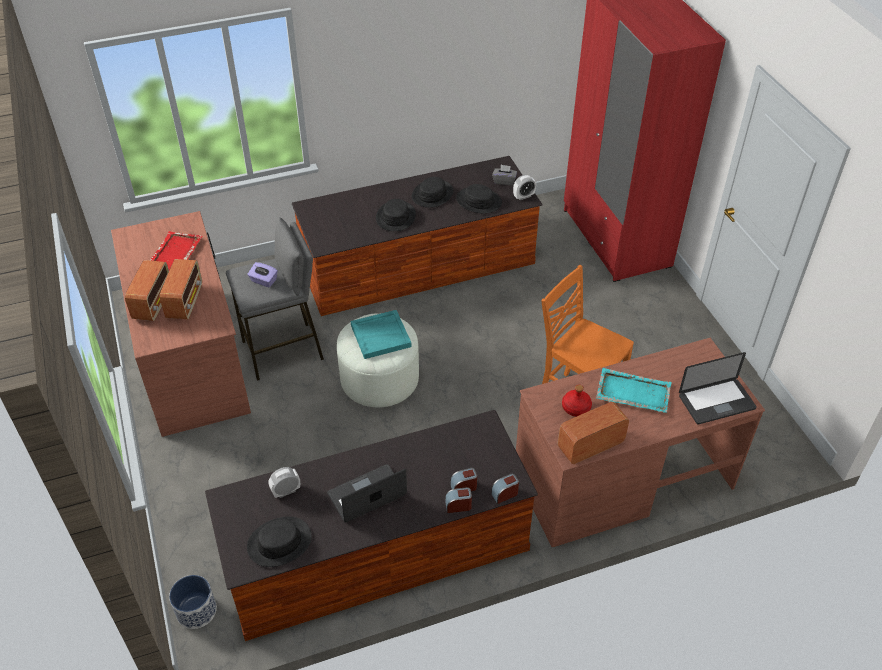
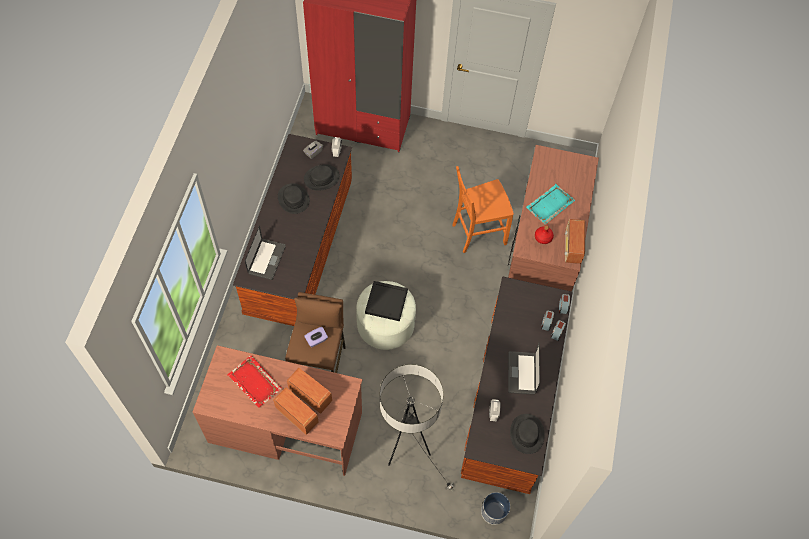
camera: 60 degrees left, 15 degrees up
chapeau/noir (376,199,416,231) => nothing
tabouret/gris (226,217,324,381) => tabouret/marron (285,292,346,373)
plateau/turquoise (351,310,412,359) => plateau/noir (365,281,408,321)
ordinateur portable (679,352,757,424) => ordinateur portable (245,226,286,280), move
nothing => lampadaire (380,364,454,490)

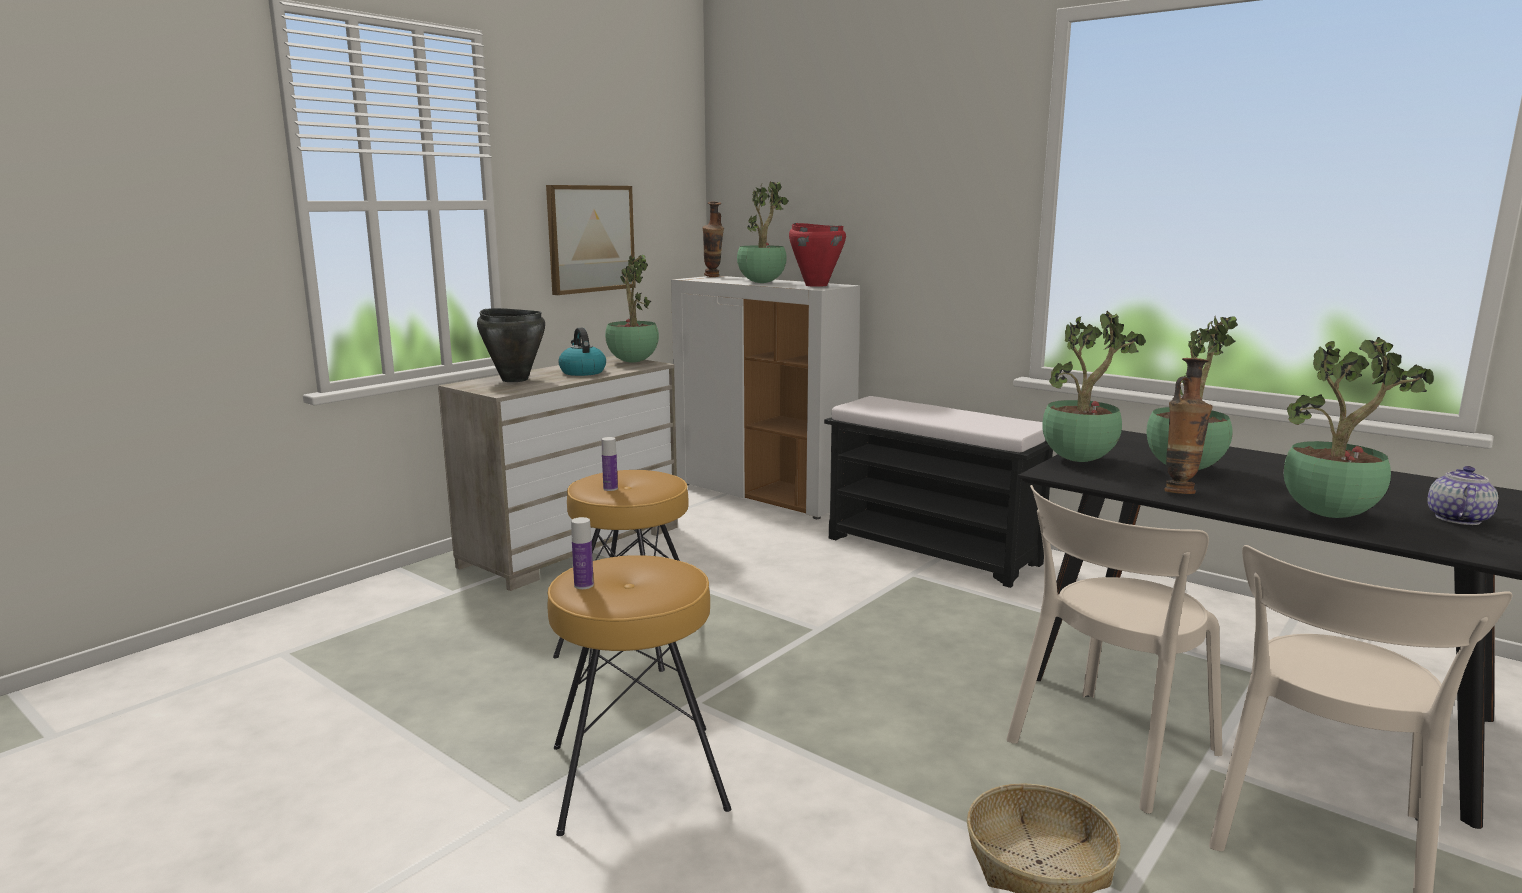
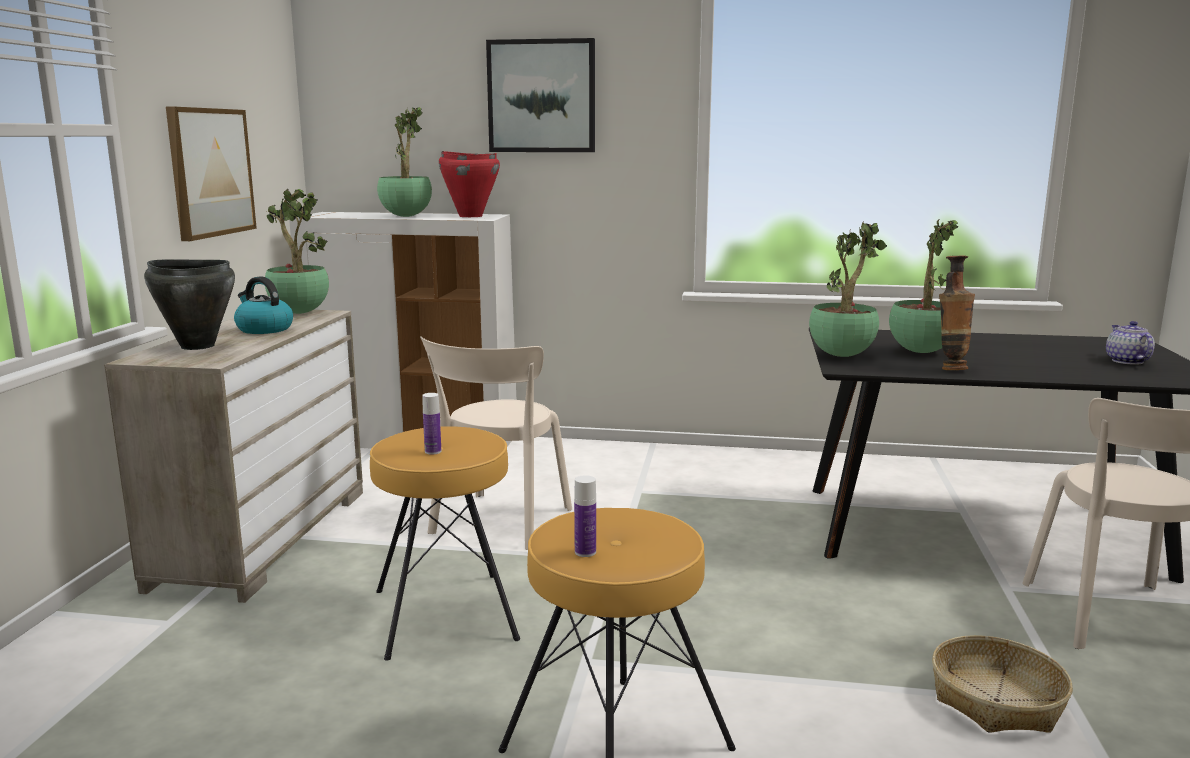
camera: 30 degrees left, 0 degrees up
vase (702,202,724,277) => nothing
plante en pot (1284,337,1434,518) => nothing
banc/noir (824,396,1053,588) => nothing
chaise/beige (1006,485,1222,814) => chaise/beige (420,336,572,550), move
nothing => tableau (486,38,595,152)

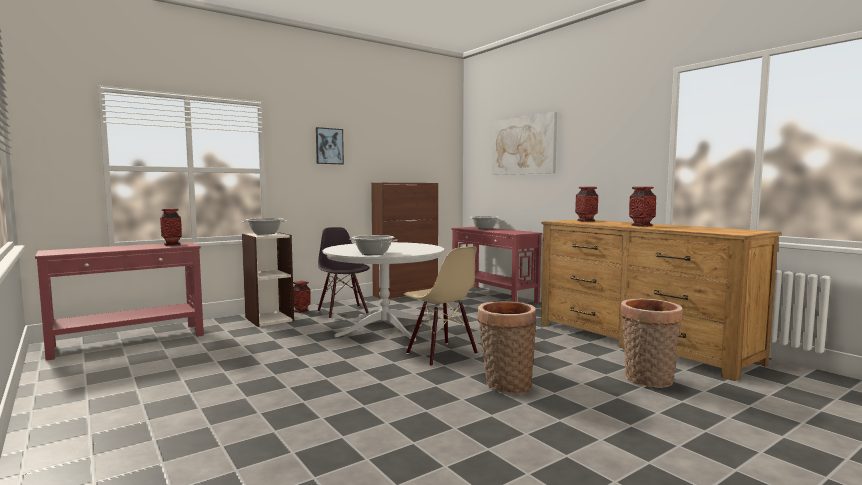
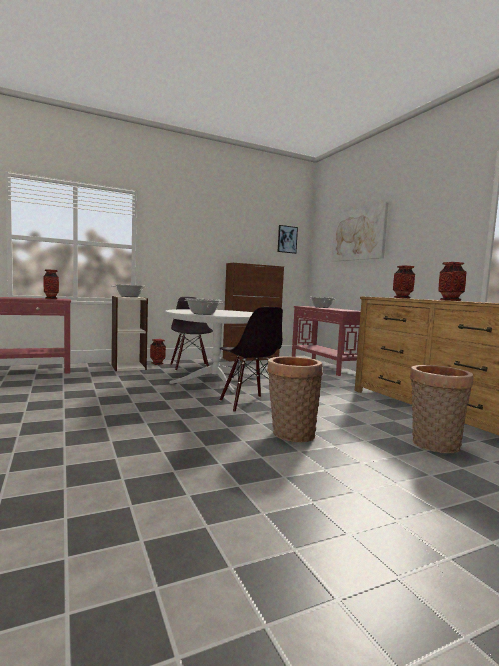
camera: 10 degrees right, 0 degrees up
tableau (316,127,344,164) => tableau (278,225,298,254), move
chaise/beige (404,246,478,366) => chaise/noir (220,307,283,413)

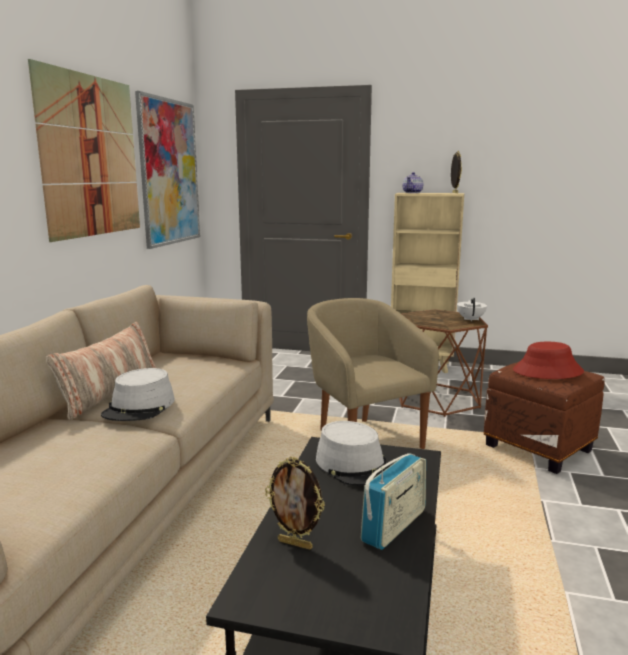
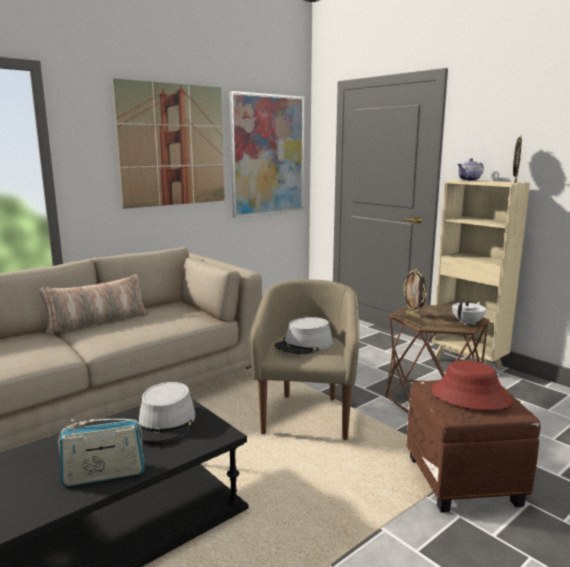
camera: 35 degrees right, 0 degrees up
chapeau/gris (101,368,175,421) => chapeau/gris (275,317,333,355), move
cadre photo (265,457,325,550) => cadre photo (403,269,427,318), move

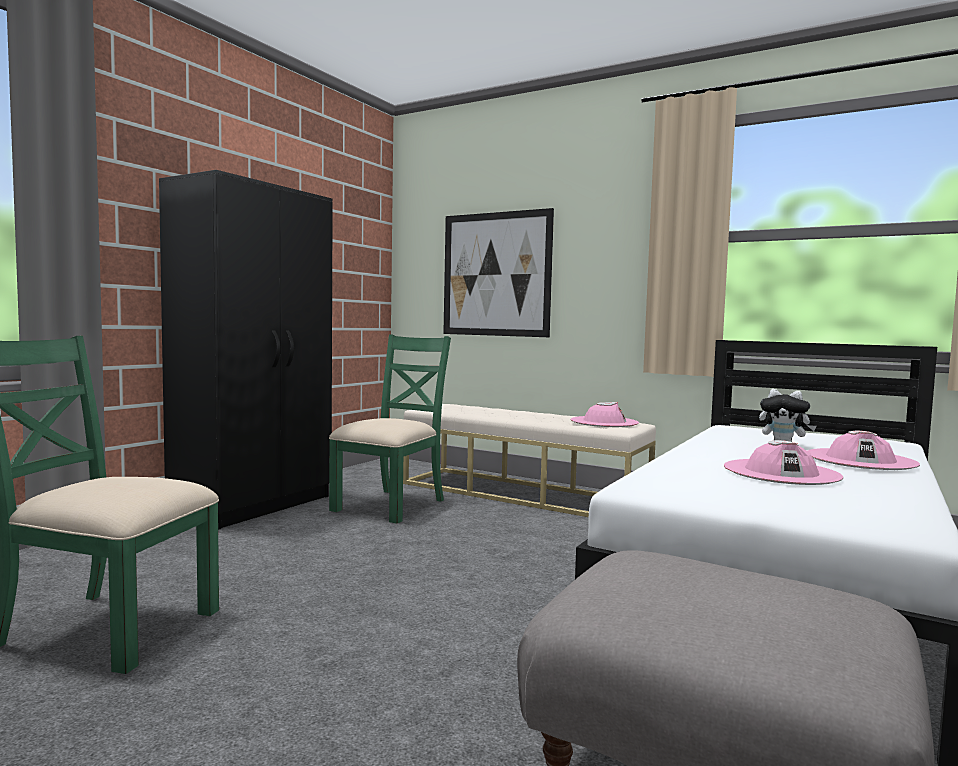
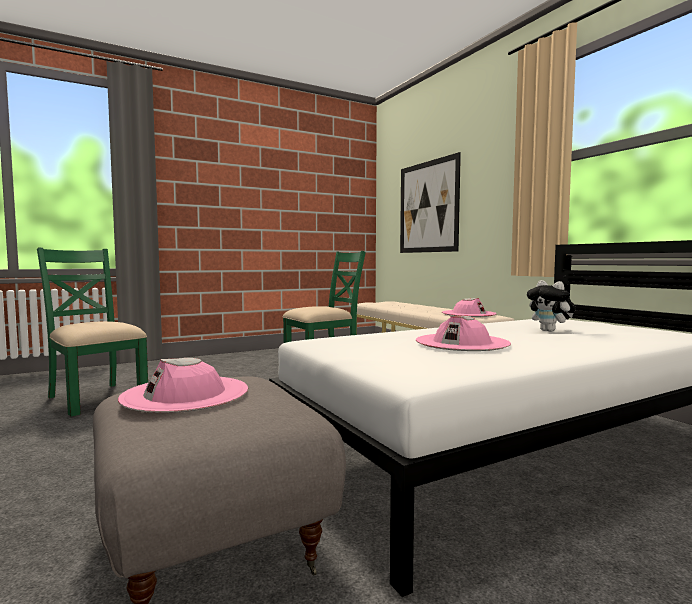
camera: 30 degrees right, 0 degrees up
armoire/noir (159,170,333,530) => nothing
chapeau/rose (807,431,920,470) => chapeau/rose (118,358,248,413), move

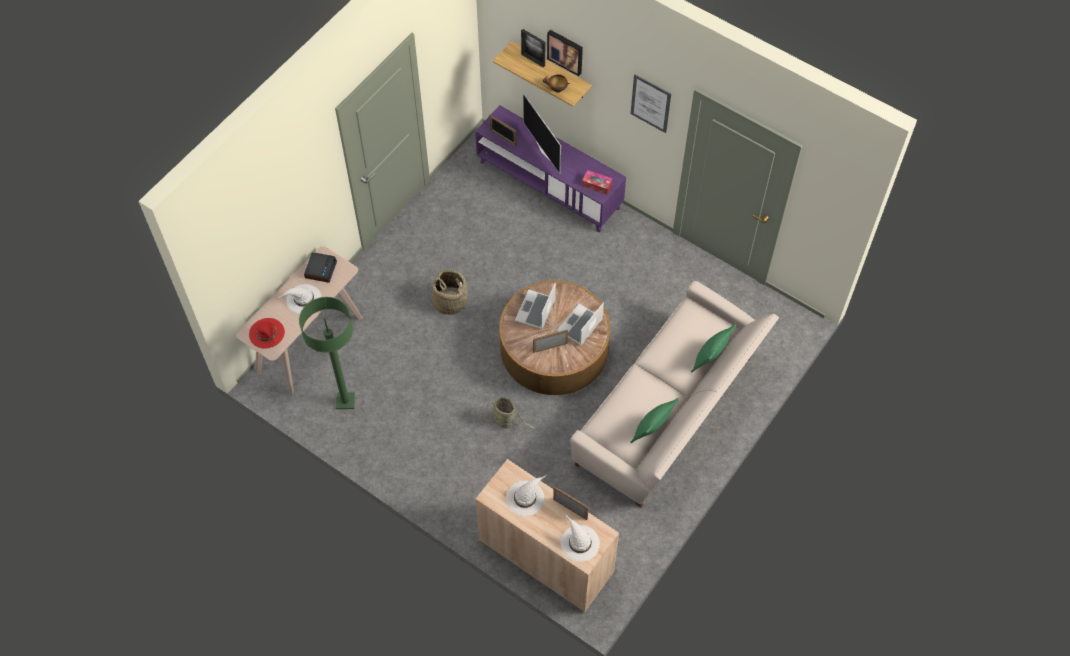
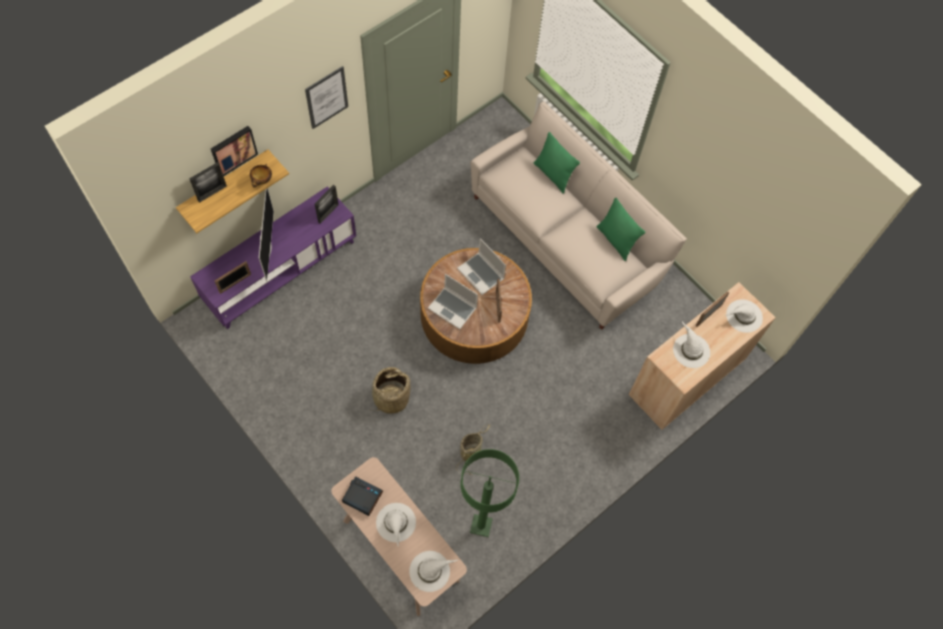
camera: 80 degrees left, 5 degrees up
téléviseur (523,93,561,174) => téléviseur (259,188,274,282), 75 degrees counterclockwise
boîte à mouchoirs (582,170,613,195) => cadre photo (315,185,339,224)
chapeau/rouge (249,318,285,348) => chapeau/blanc (409,551,458,592)
panier (481,397,536,429) => panier (456,424,490,475), move

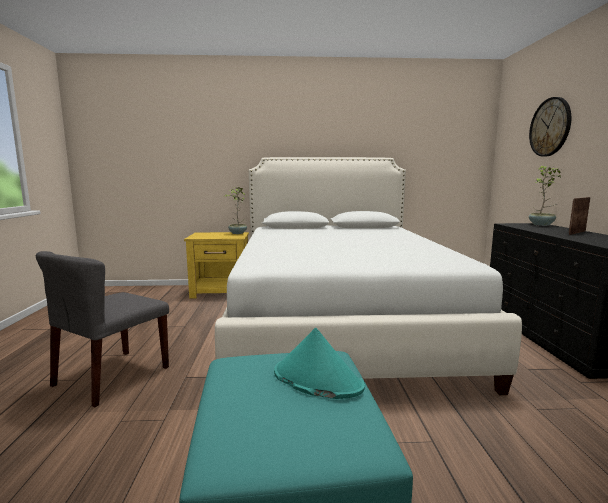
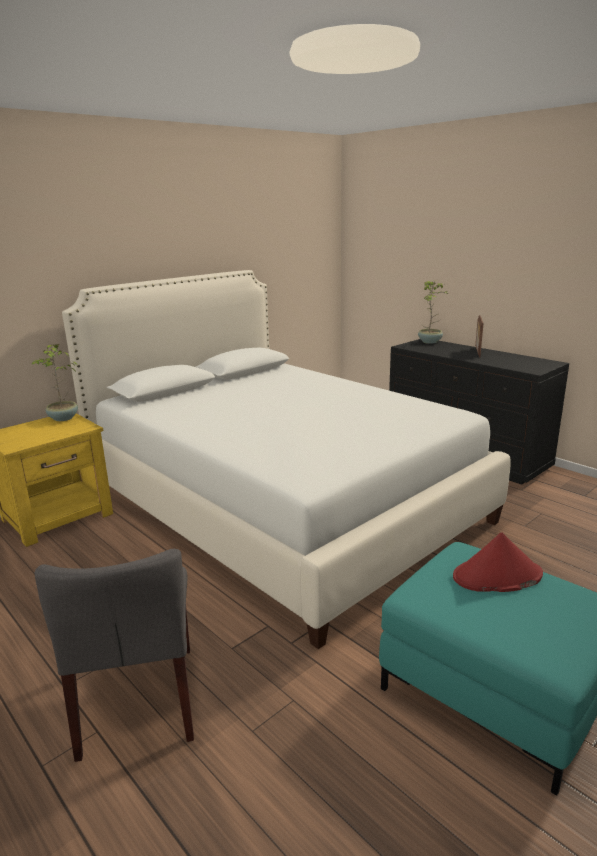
camera: 40 degrees left, 10 degrees up
horloge murale (529,97,571,156) => nothing
chapeau/turquoise (274,328,365,399) => chapeau/rouge (453,533,543,592)

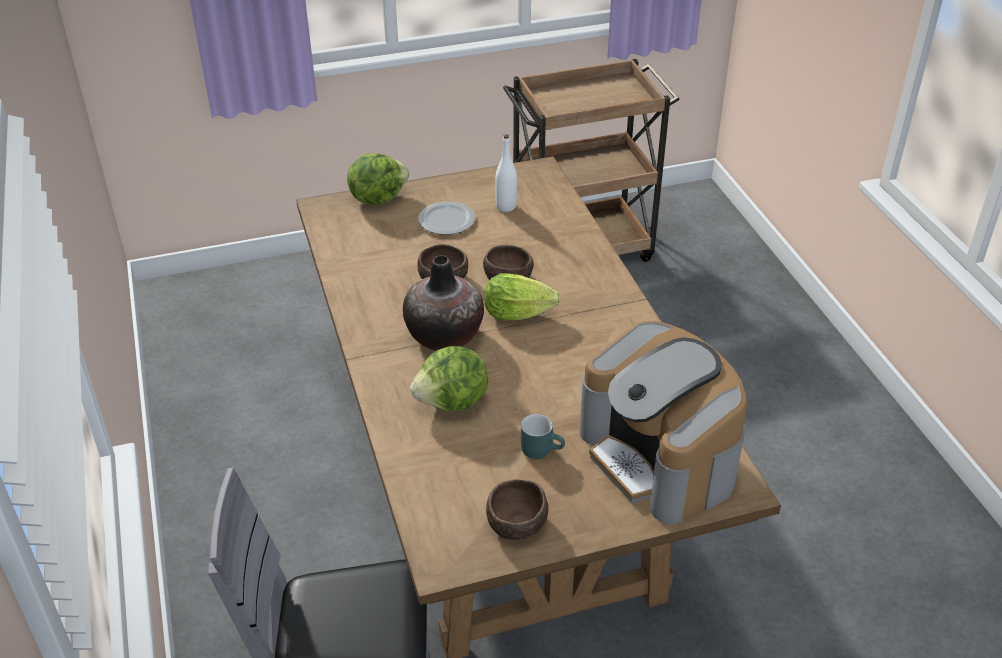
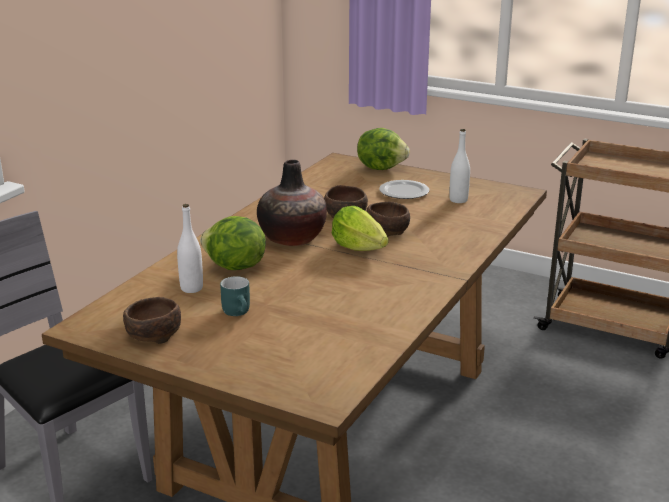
camera: 45 degrees right, 15 degrees down
machine à café (580,321,748,524) => nothing
nothing => bouteille/blanc (177,204,203,293)

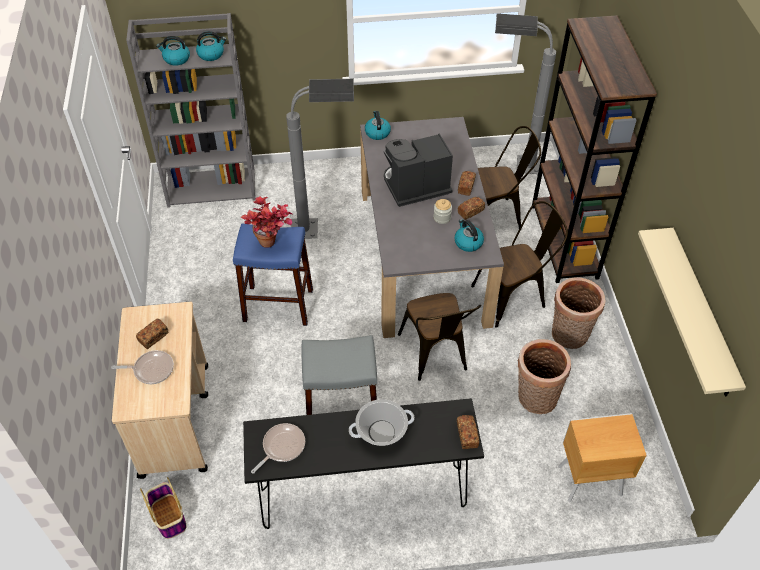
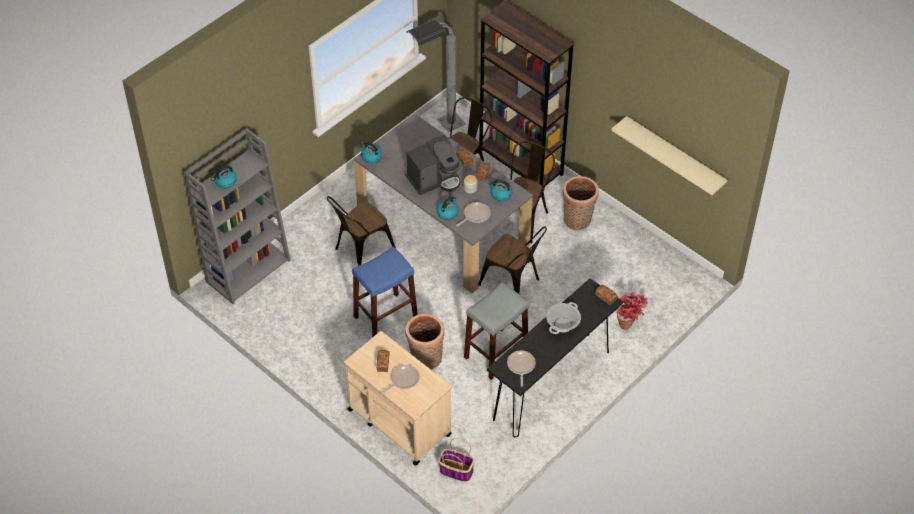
camera: 40 degrees left, 0 degrees up
bouilloire (196,31,226,61) => bouilloire (437,196,459,220), move
lampadaire/gris (286,79,354,239) => chaise/marron (327,196,396,266)
machine à café (384,133,453,207) => machine à café (405,134,460,195), 150 degrees counterclockwise
plante en pot (241,196,292,248) => plante en pot (617,293,648,330), move
panier (517,339,571,414) => panier (406,314,444,370), move
table de chevet/marron (558,413,647,502) => nothing
nothing => poêle (456,202,490,226)

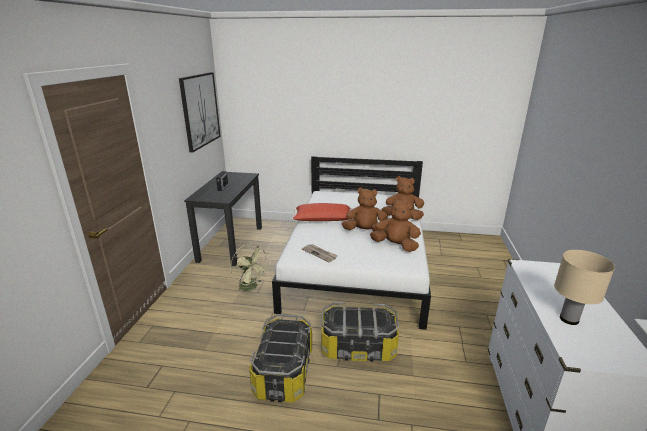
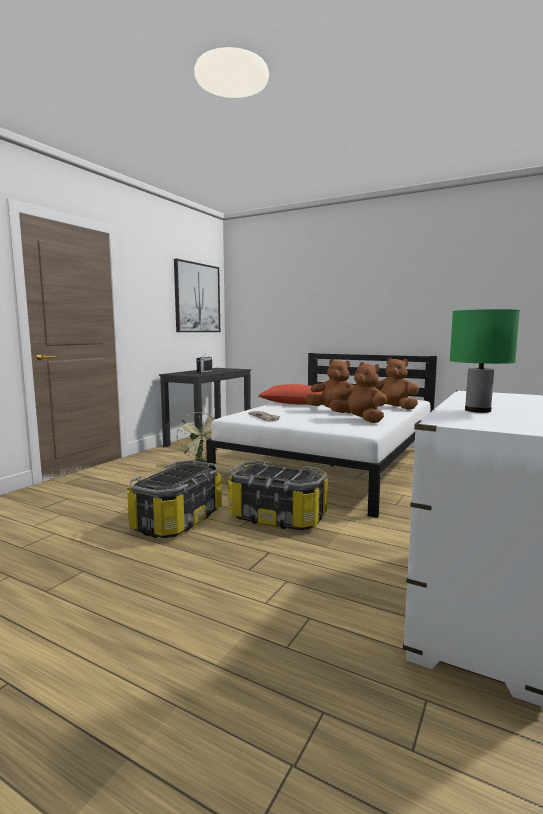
camera: 20 degrees right, 15 degrees down
lampe de table/beige (554,250,615,325) => lampe de table/vert (449,309,520,413)

